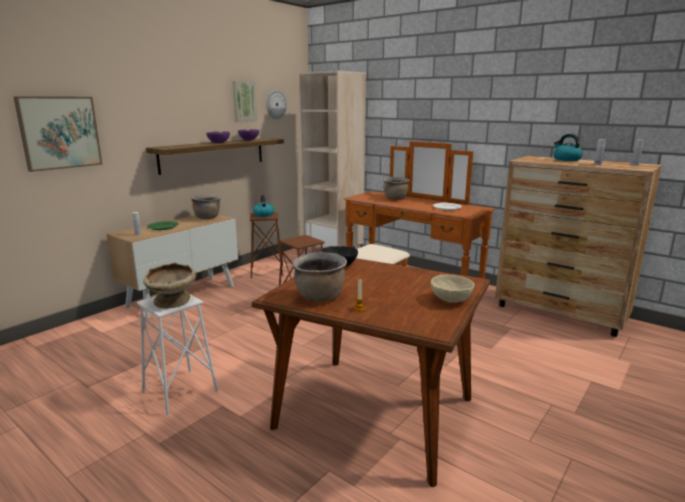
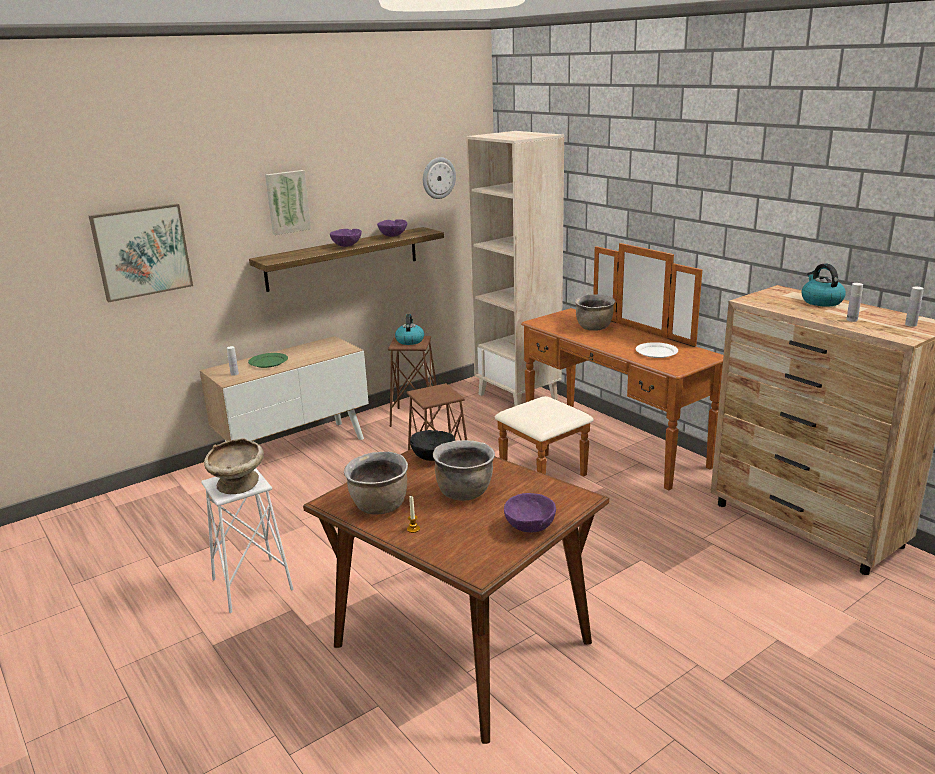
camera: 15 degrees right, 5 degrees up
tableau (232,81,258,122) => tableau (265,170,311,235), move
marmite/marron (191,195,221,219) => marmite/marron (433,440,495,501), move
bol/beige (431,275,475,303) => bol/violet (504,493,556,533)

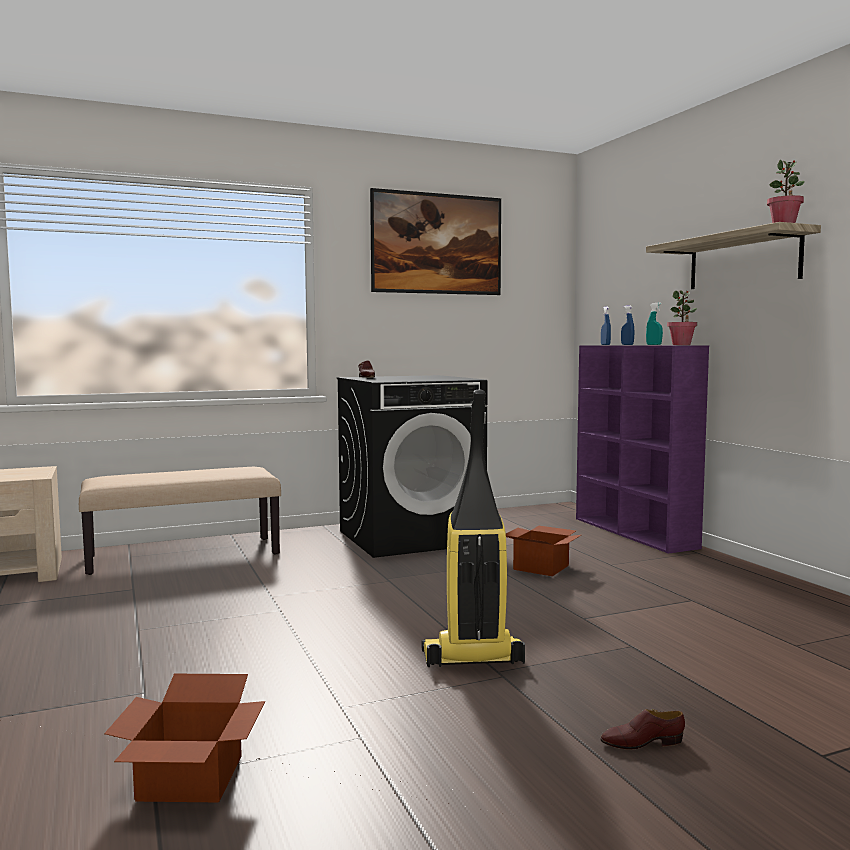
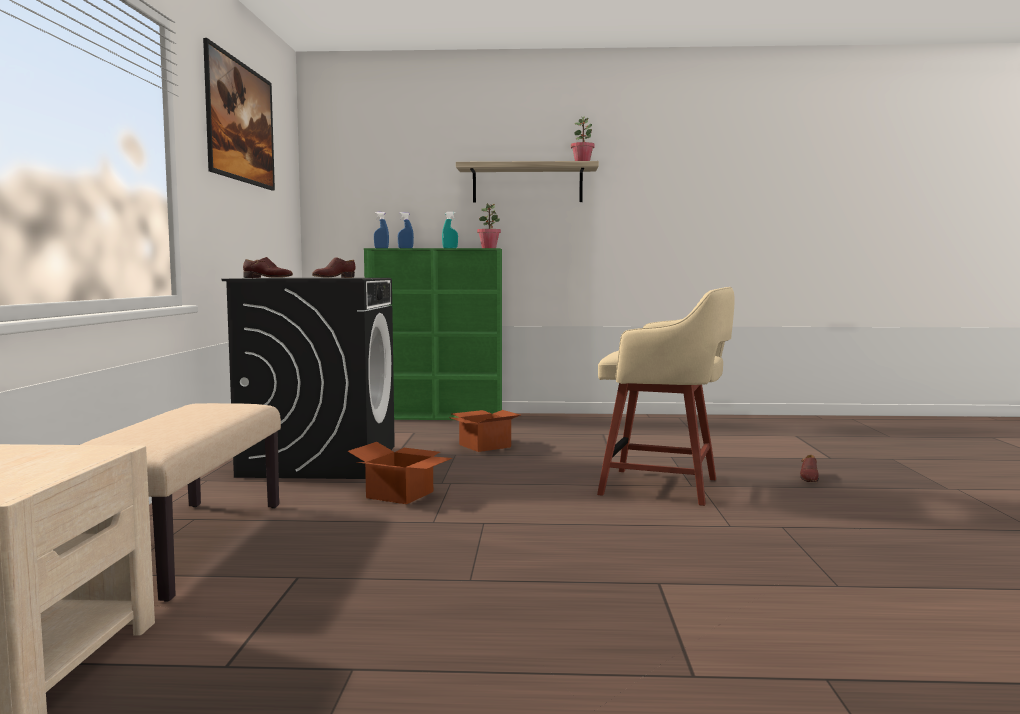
camera: 65 degrees left, 0 degrees up
bibliothèque/violet (576,345,709,554) => bibliothèque/vert (364,248,502,420)
aspirateur (421,390,525,667) => tabouret/beige (597,287,735,506)
carton (104,674,265,802) => carton (348,442,452,504), move
nothing => chaussure/marron (312,257,356,278)

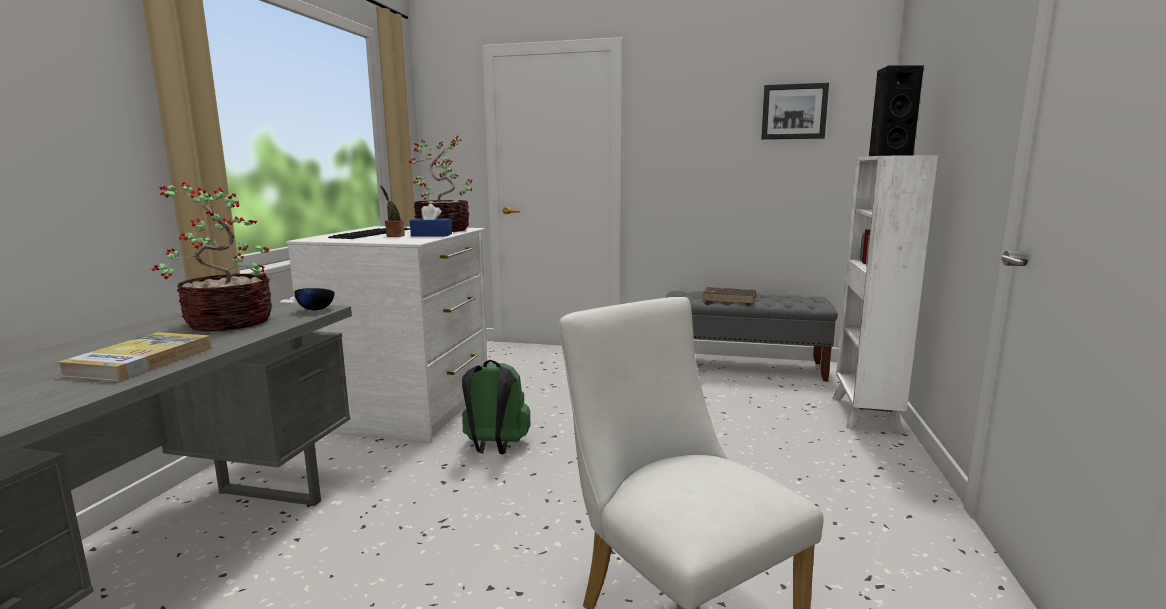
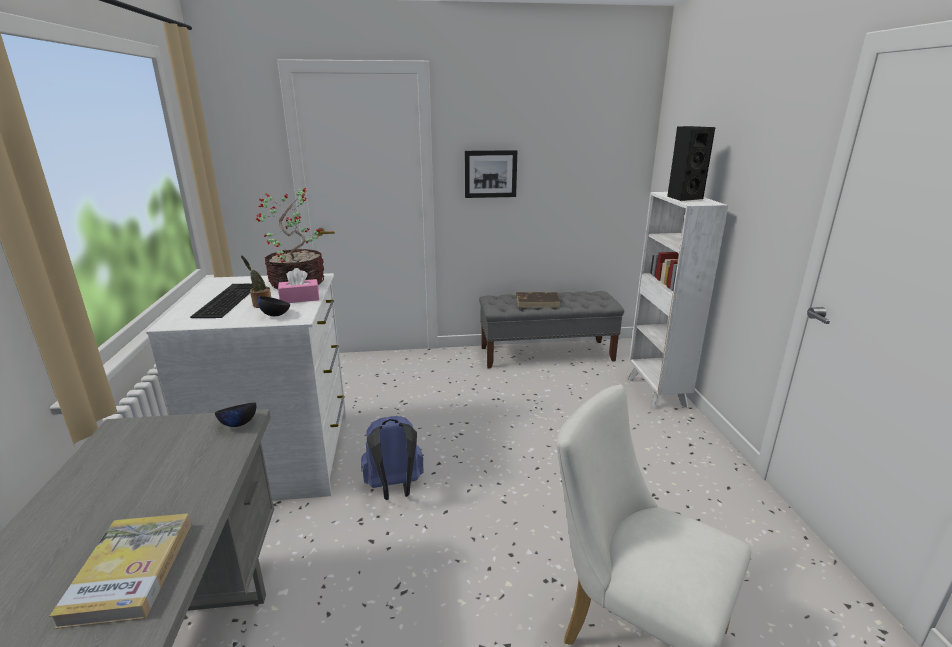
camera: 20 degrees left, 10 degrees up
tableau (761,83,829,140) => tableau (465,150,517,198), move
plante en pot (151,181,272,331) => nothing
boîte à mouchoirs/bleu (410,204,452,236) => boîte à mouchoirs/rose (278,268,319,303)
sac à dos/vert (462,360,531,454) => sac à dos/bleu (361,416,424,500)
nothing => bol/noir (257,296,290,316)

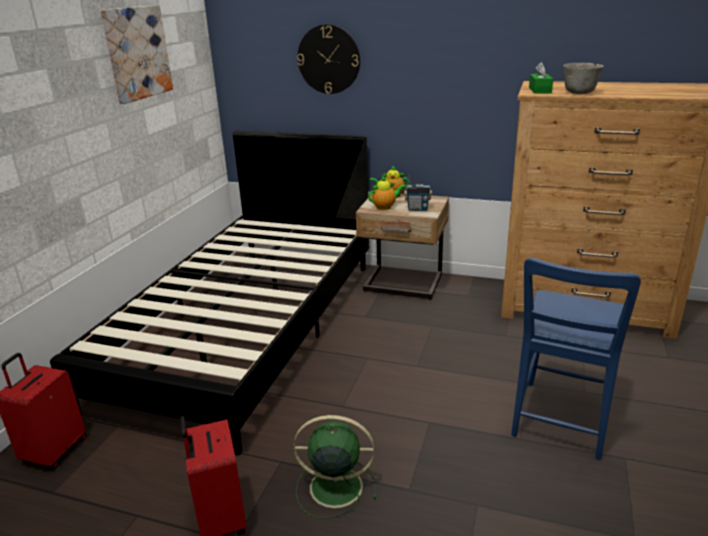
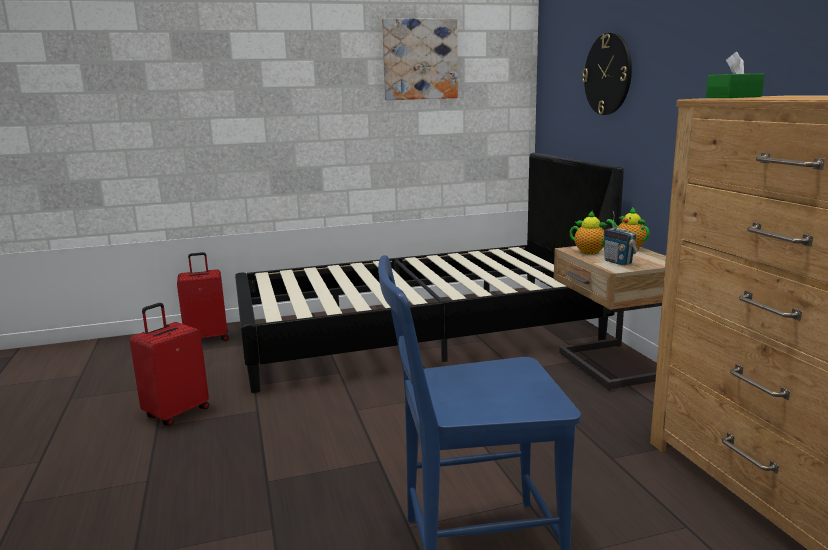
camera: 55 degrees right, 10 degrees down
bol/gris (563,63,604,94) => nothing
ventilateur/vert (293,415,377,519) => nothing

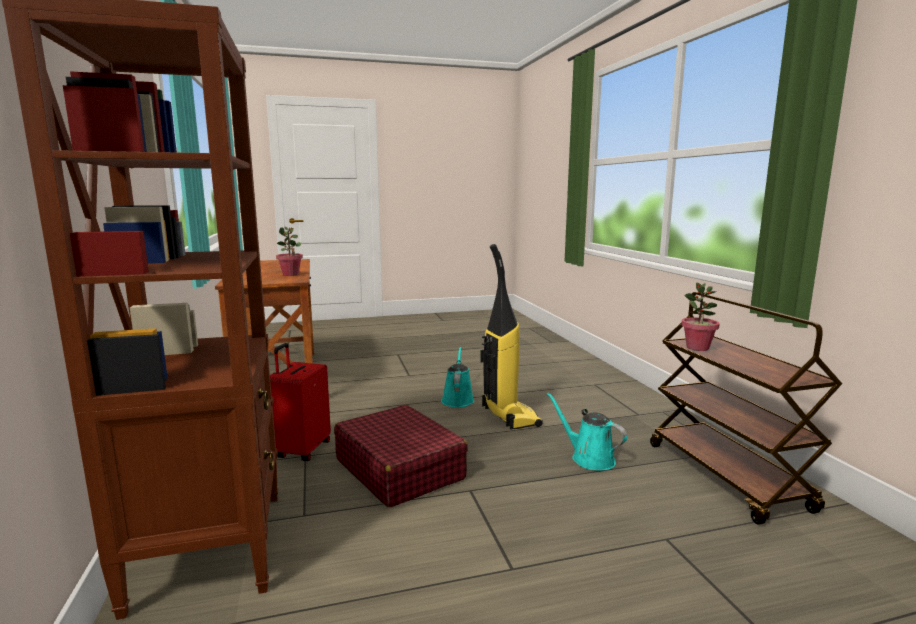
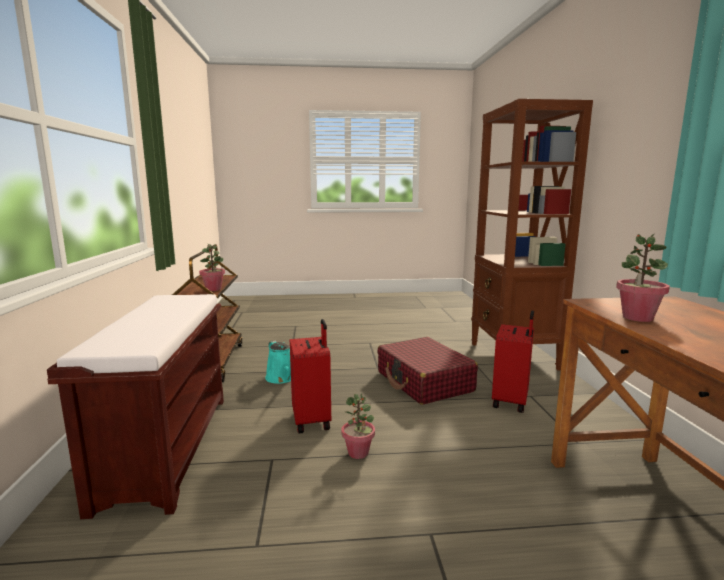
camera: 170 degrees left, 0 degrees up
aspirateur (481,244,543,430) => valise/rouge (290,319,331,433)
arrosoir/turquoise (441,347,474,408) => plante en pot (341,393,375,459)
nothing => banc/marron (47,294,224,519)

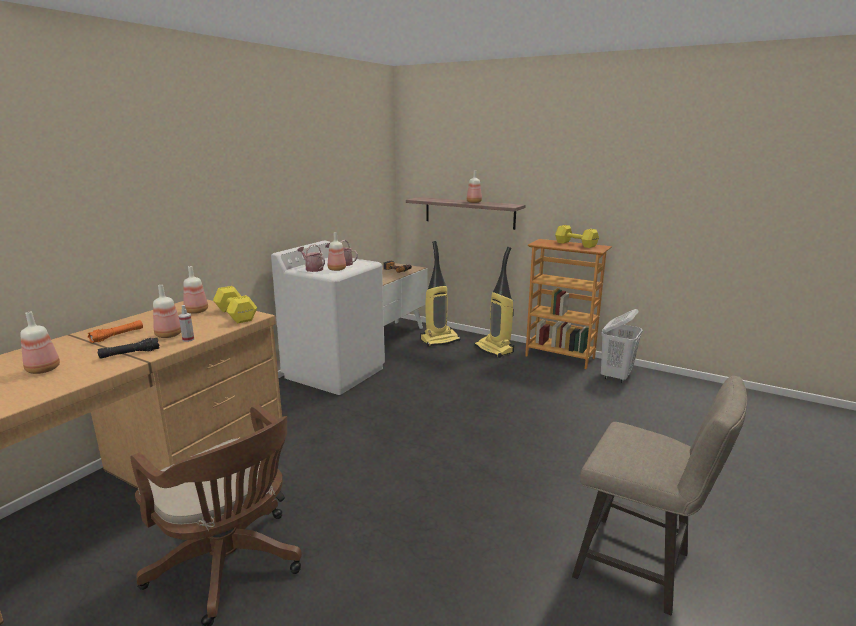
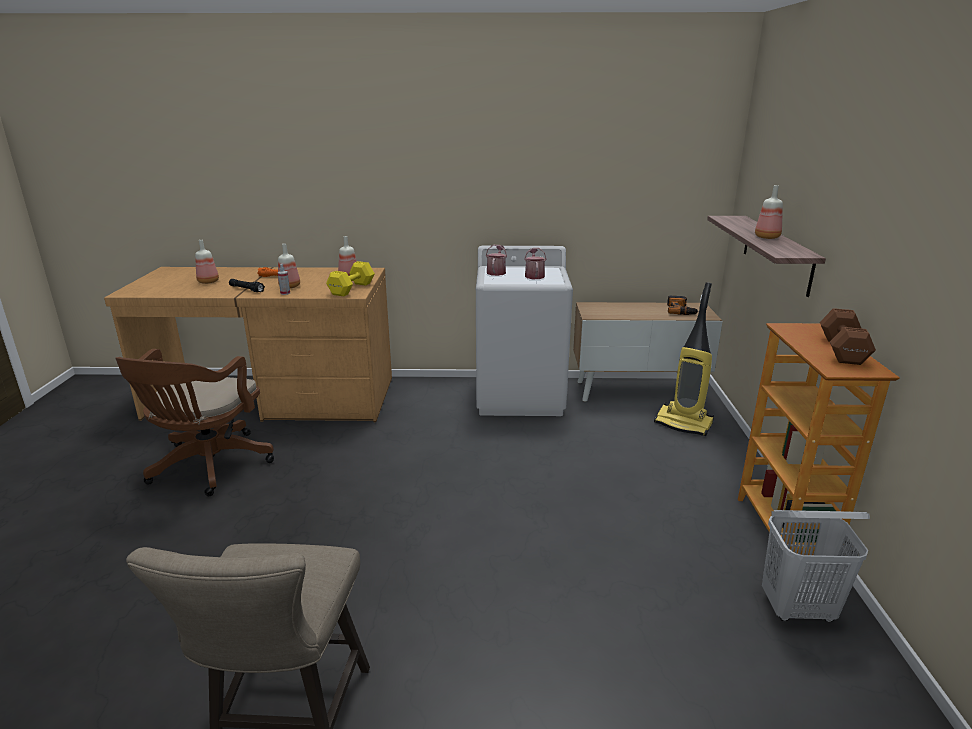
camera: 60 degrees right, 5 degrees up
haltère/jaune (555,225,599,248) => haltère/marron (820,308,876,365)
bouteille (328,232,346,271) => nothing
aspirateur (475,247,514,358) => nothing

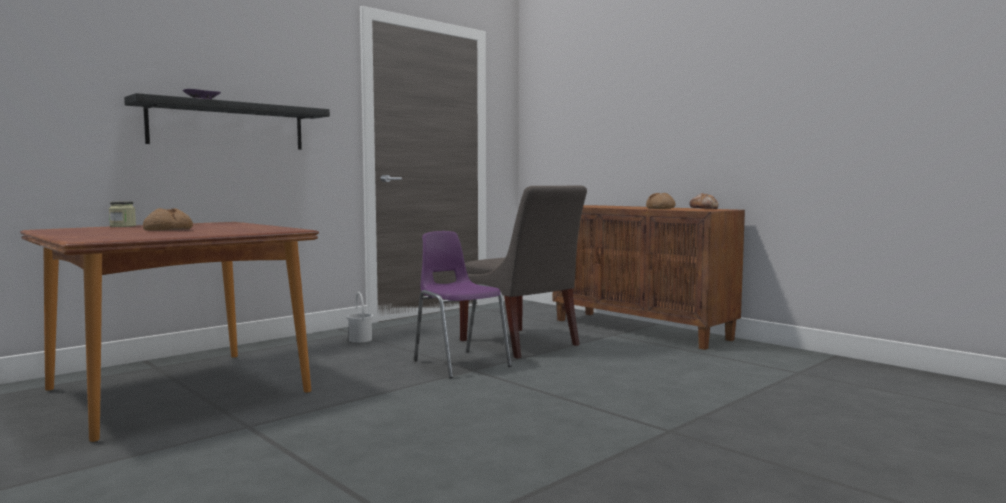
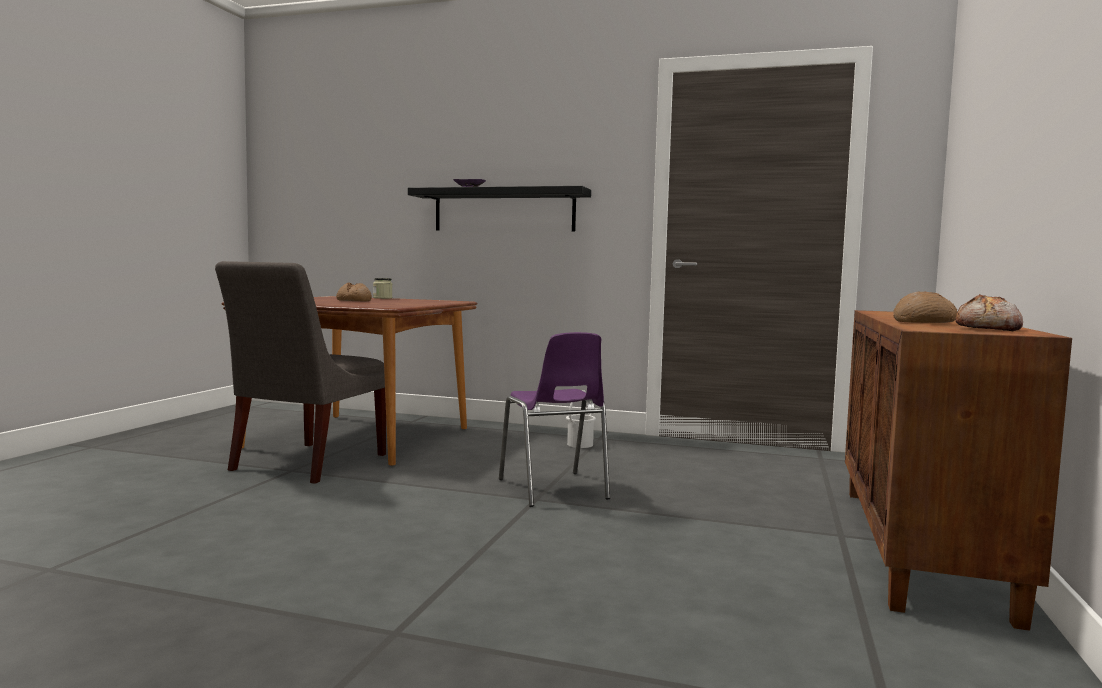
camera: 60 degrees right, 0 degrees up
chaise/gris (460,186,587,359) => chaise/gris (215,261,386,484), move
chaise/violet (414,231,512,378) => chaise/violet (499,332,610,507), 135 degrees clockwise

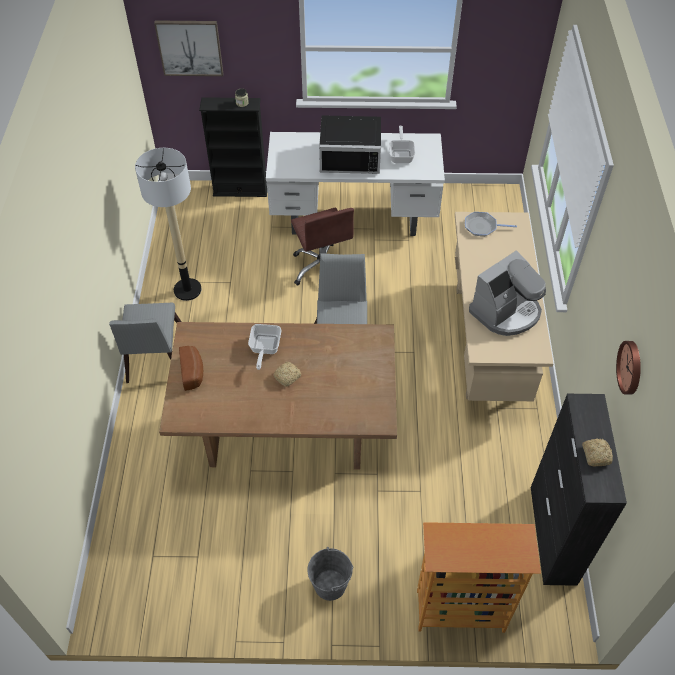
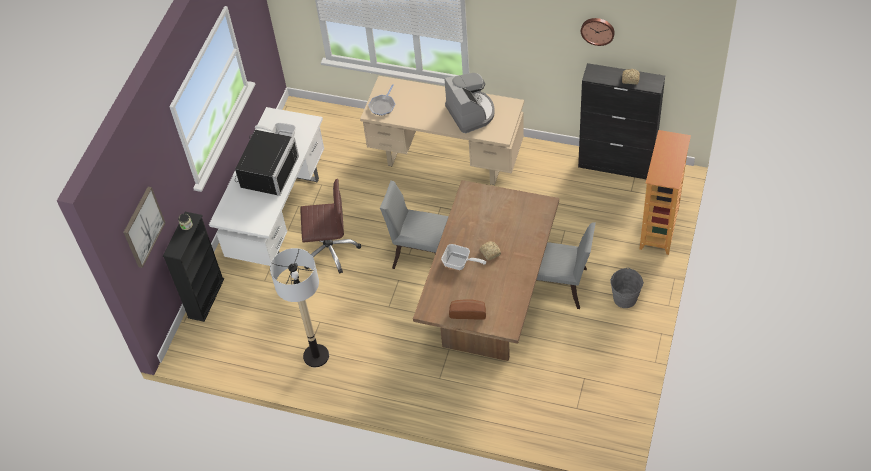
camera: 70 degrees left, 0 degrees up
chaise/gris (109,303,182,383) => chaise/gris (537,222,596,309), move

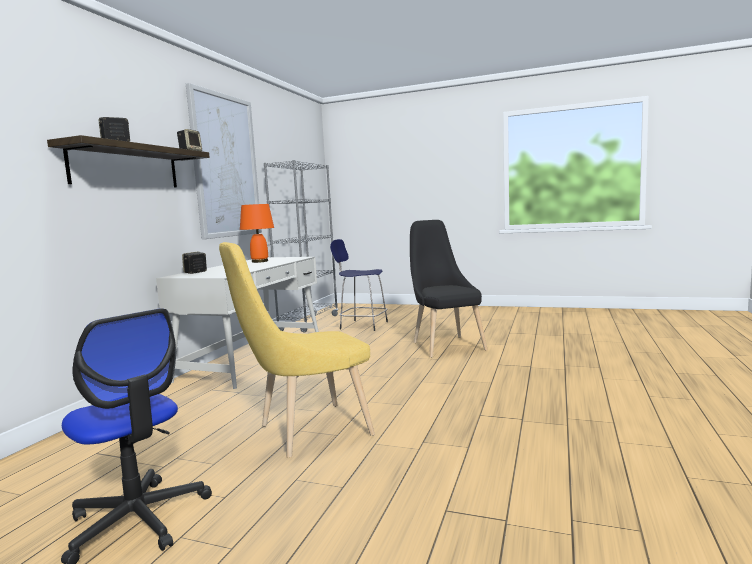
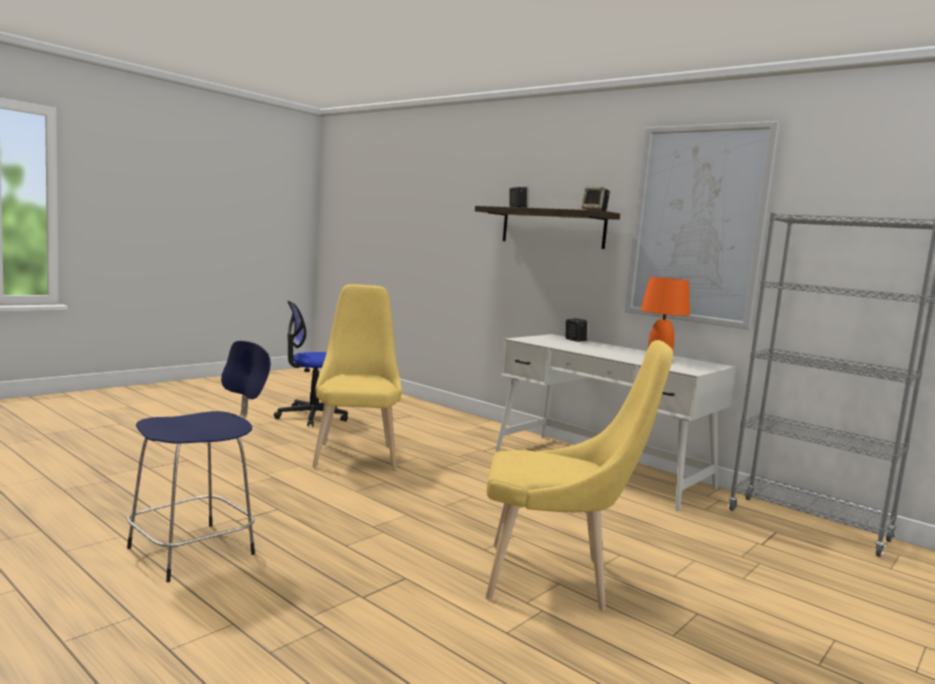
camera: 110 degrees right, 0 degrees up
chaise/noir (410,220,488,358) => chaise/jaune (485,340,673,611)
tabouret/bleu (330,239,388,331) => tabouret/bleu (127,341,271,582), move

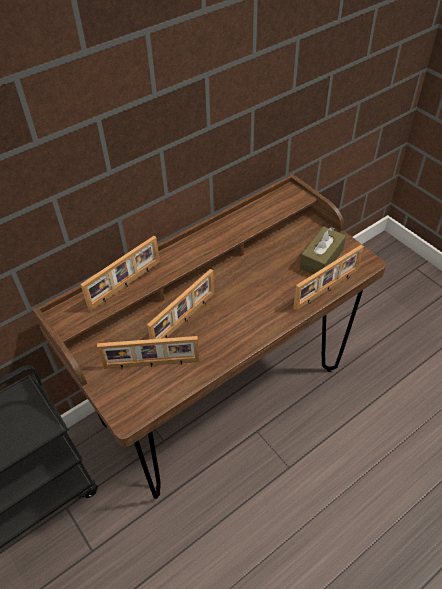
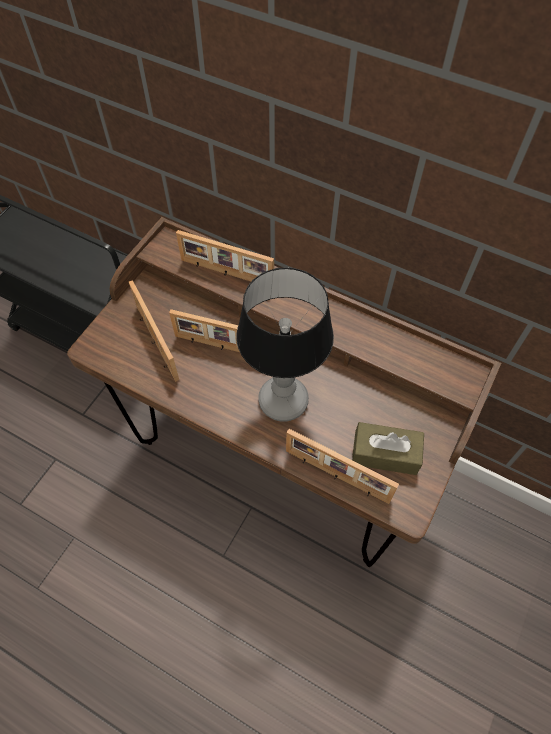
camera: 65 degrees right, 10 degrees up
nothing => lampe de table (236,267,334,422)

